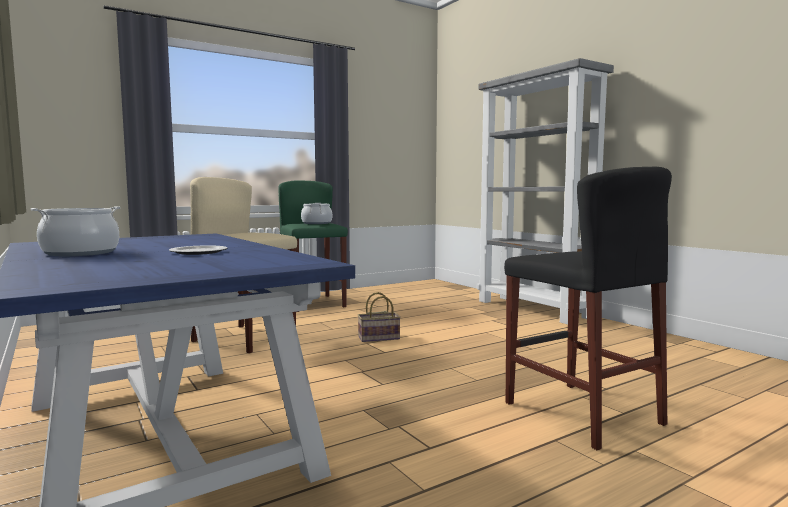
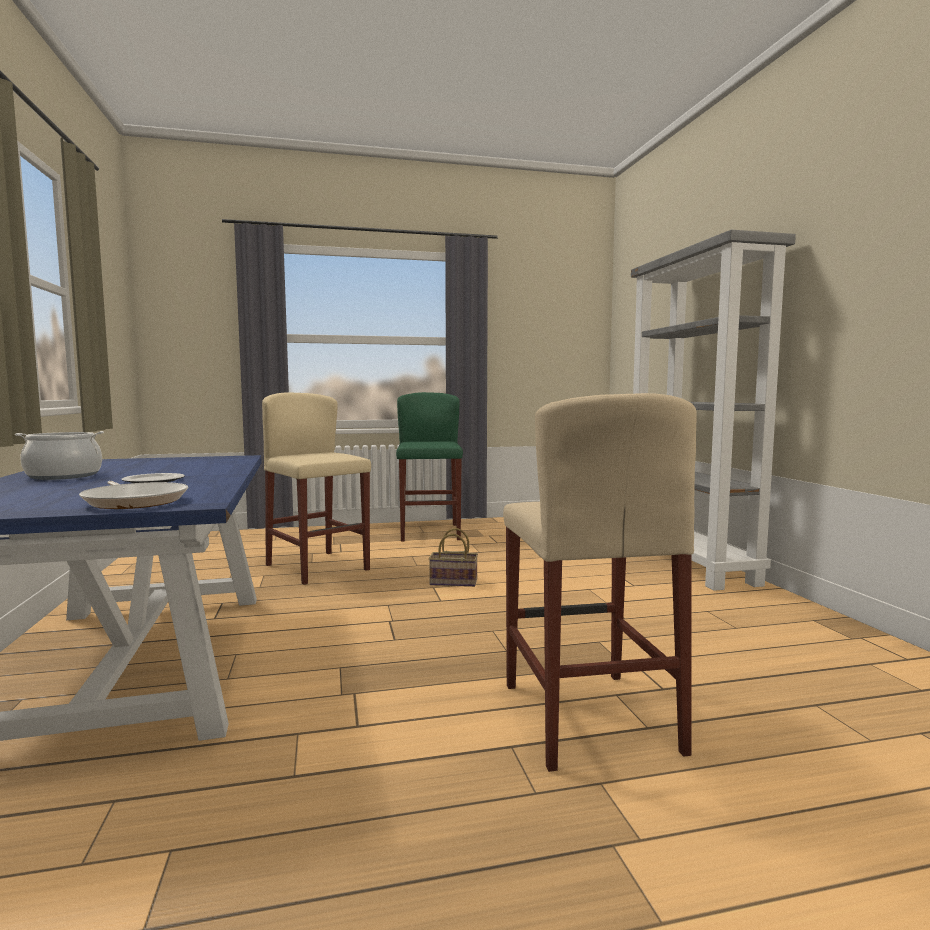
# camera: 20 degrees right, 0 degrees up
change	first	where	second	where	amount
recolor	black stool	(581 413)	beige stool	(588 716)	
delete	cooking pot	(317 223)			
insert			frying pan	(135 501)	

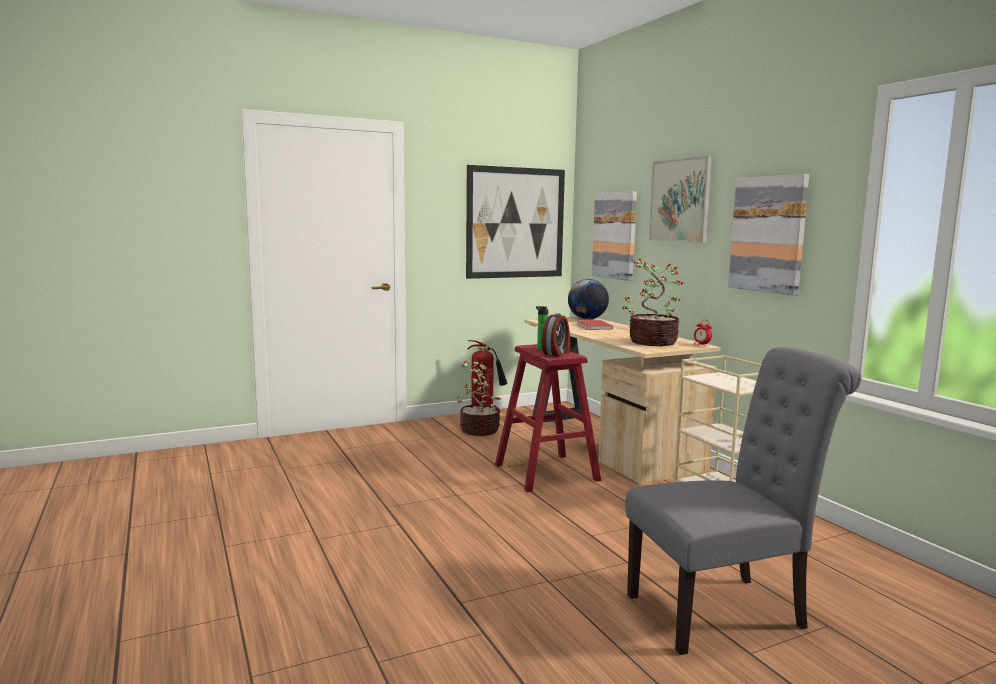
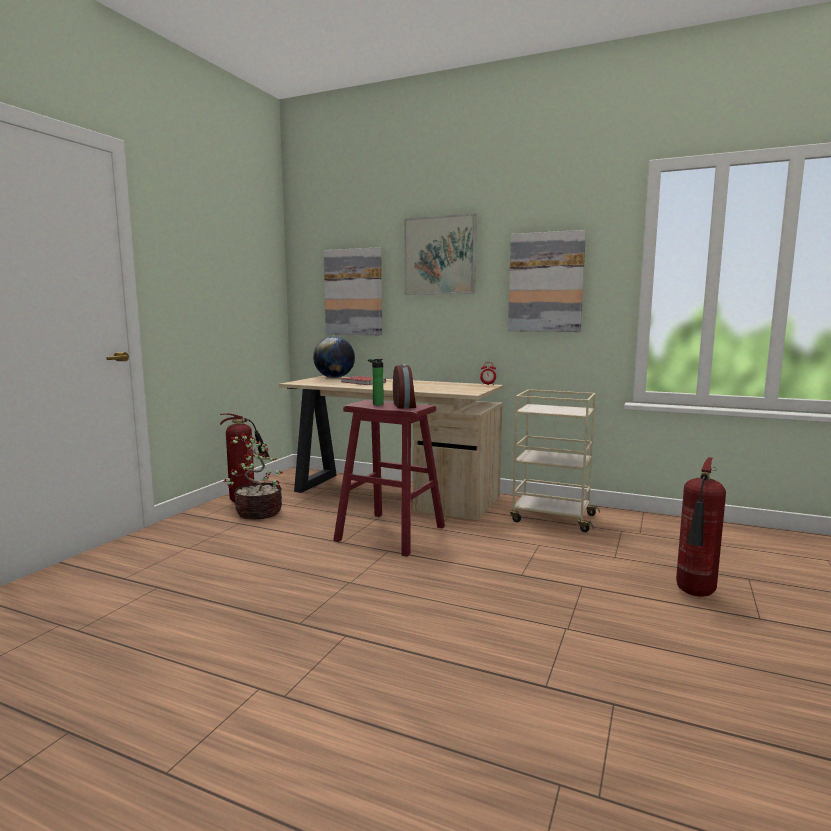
# camera: 40 degrees left, 0 degrees up
change	first	where	second	where	amount
delete	picture	(516 223)			
delete	potted plant	(651 342)			
replace	grey chair	(725 610)	fire extinguisher	(695 594)	

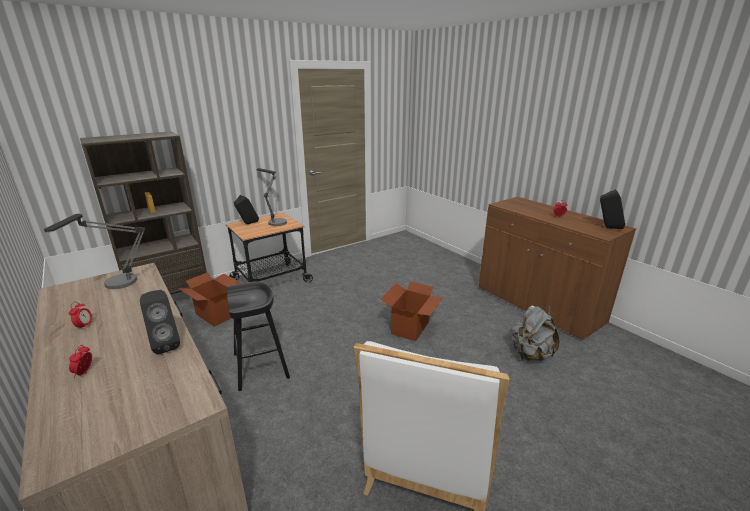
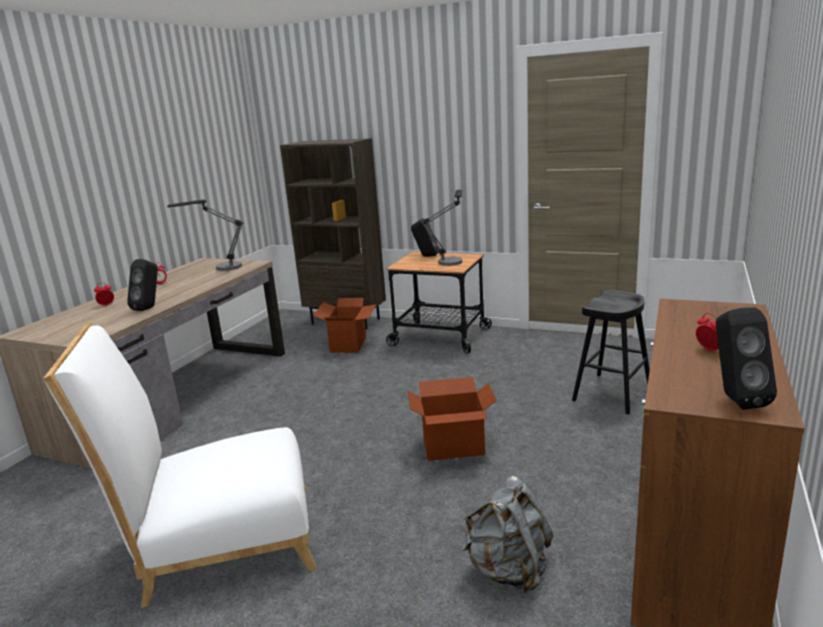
# camera: 60 degrees right, 5 degrees down
change	first	where	second	where	amount
move	black stool	(260 365)		(612 393)	

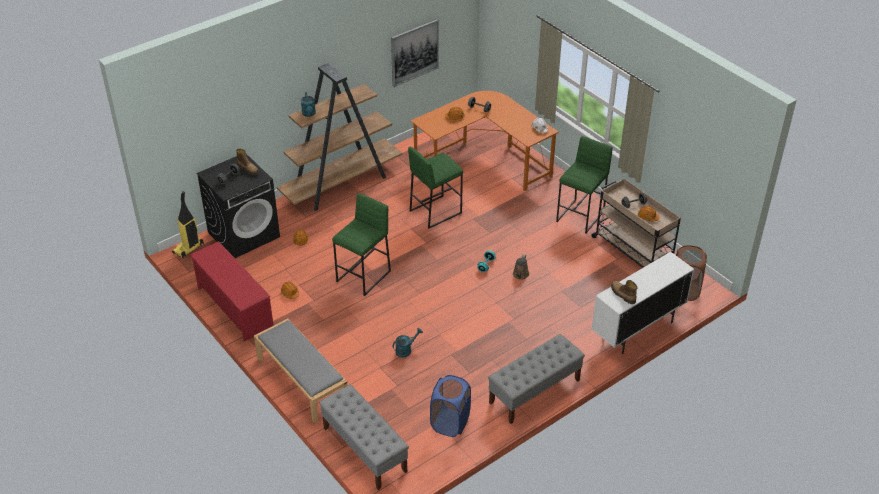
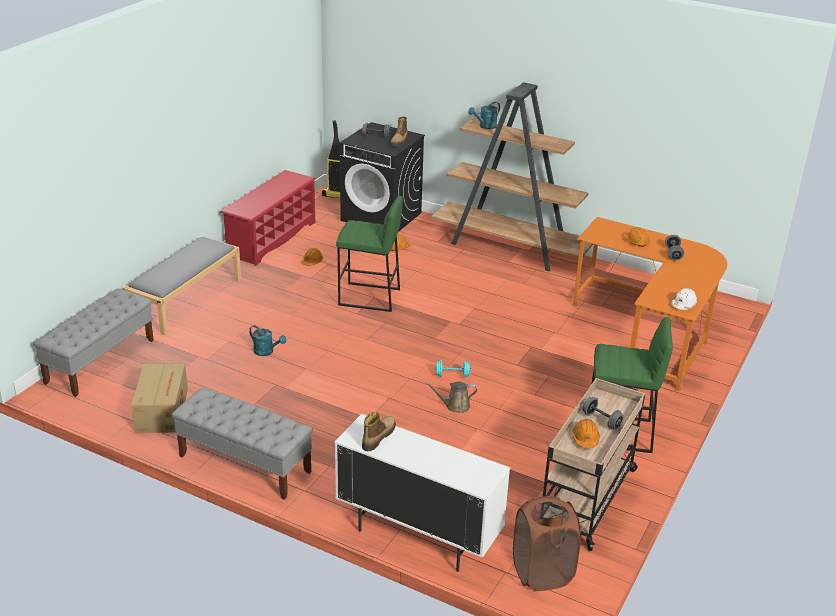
# camera: 65 degrees right, 10 degrees down
change	first	where	second	where	amount
delete	picture	(414 52)			
delete	green stool	(435 211)			
replace	blue laundry basket	(450 423)	cardboard box	(162 409)	

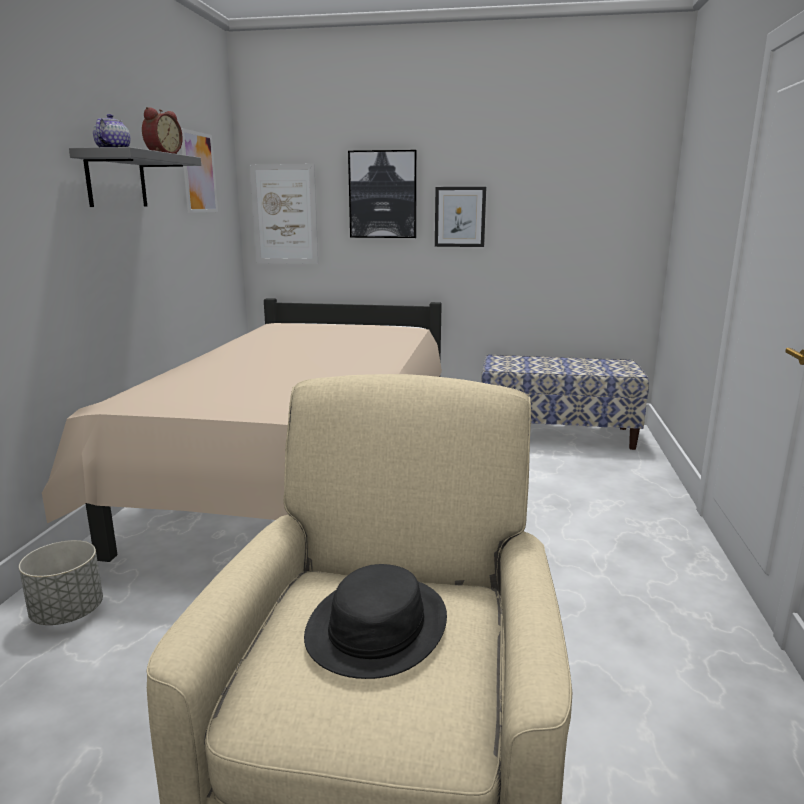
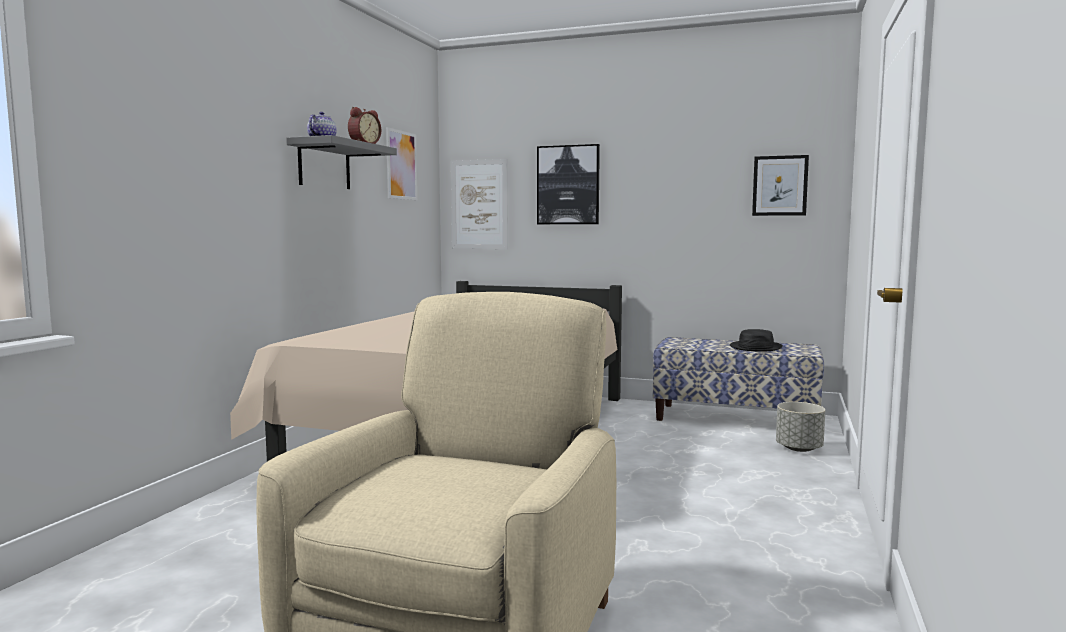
# camera: 10 degrees right, 10 degrees down
change	first	where	second	where	amount
move	picture	(460 217)		(780 185)	
move	grey planter	(68 613)		(799 448)	
move	black hat	(376 626)		(755 347)	

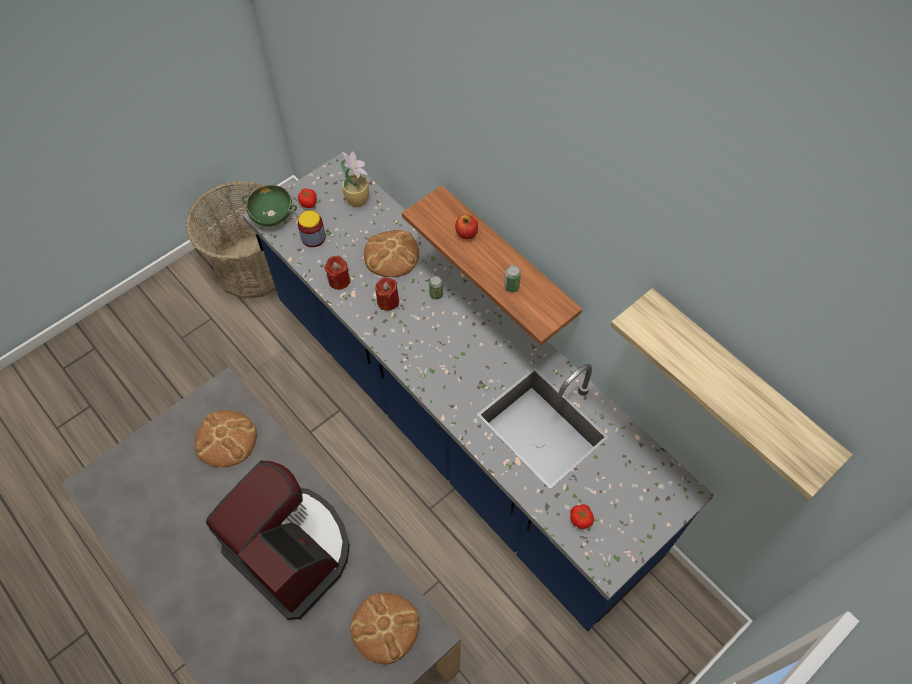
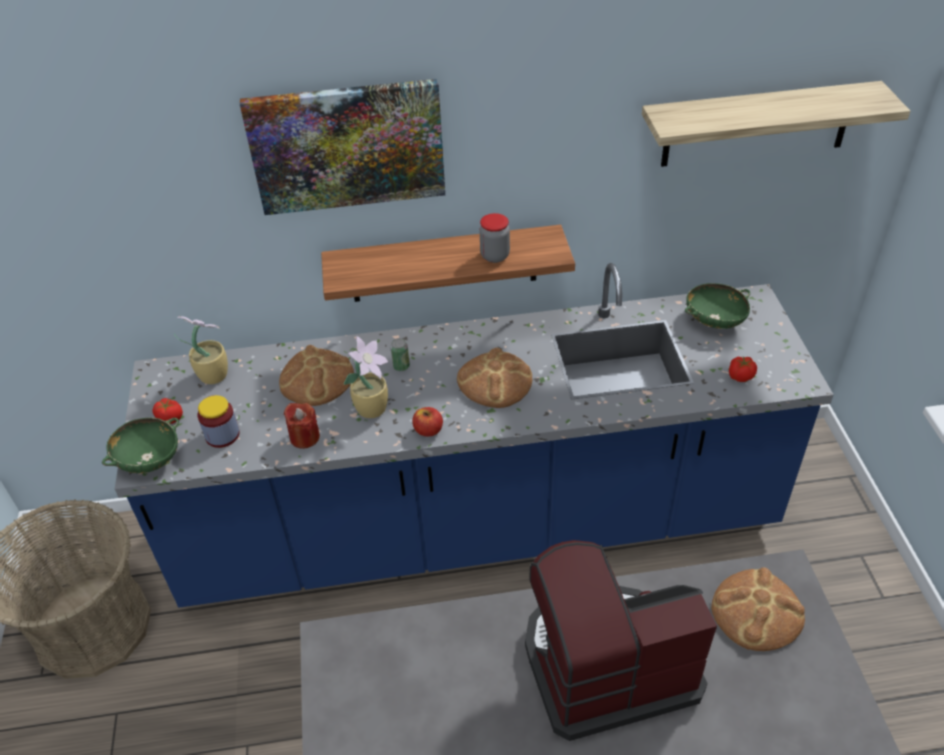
# camera: 55 degrees left, 15 degrees down
change	first	where	second	where	amount
move	apple	(466 233)		(428 430)	
replace	can	(511 287)	jar	(495 256)	
replace	red candle	(388 301)	potted plant	(373 408)	
move	bread	(226 439)		(494 381)	
insert			picture	(347 146)	
insert			green bowl	(714 320)	

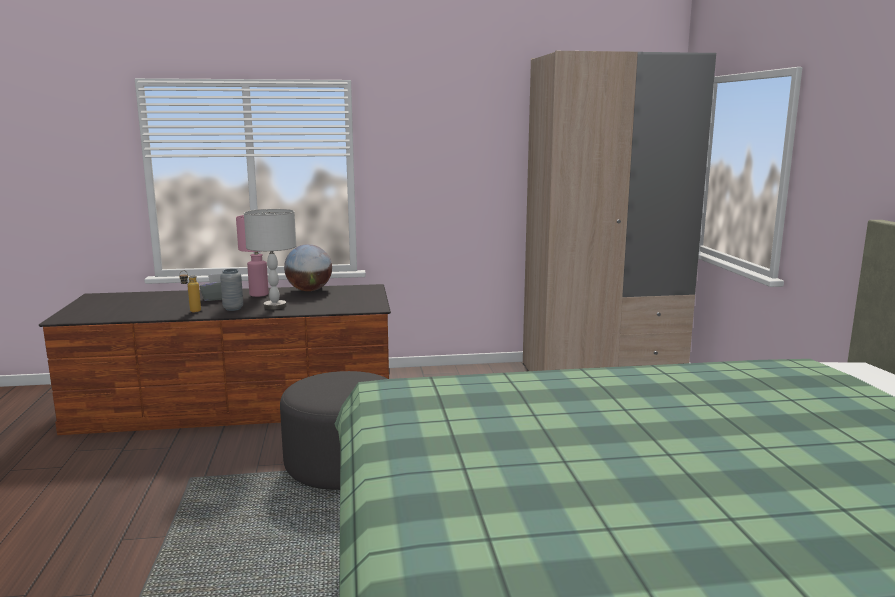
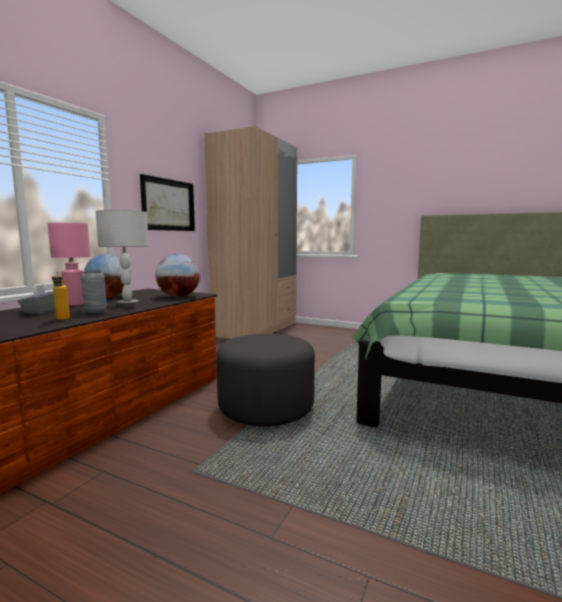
# camera: 55 degrees left, 5 degrees down
change	first	where	second	where	amount
insert			picture	(168 205)	
insert			globe	(179 296)	

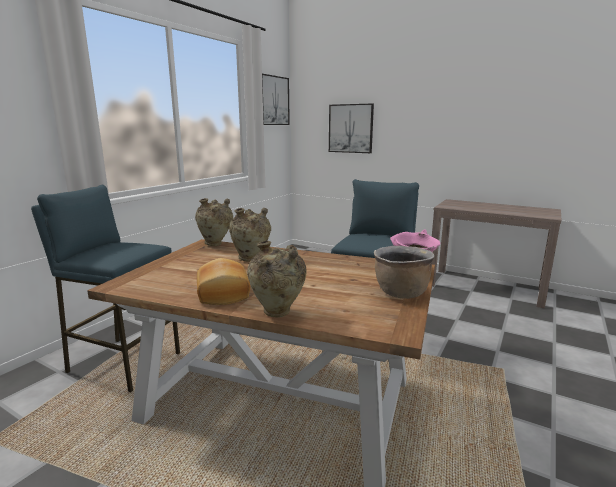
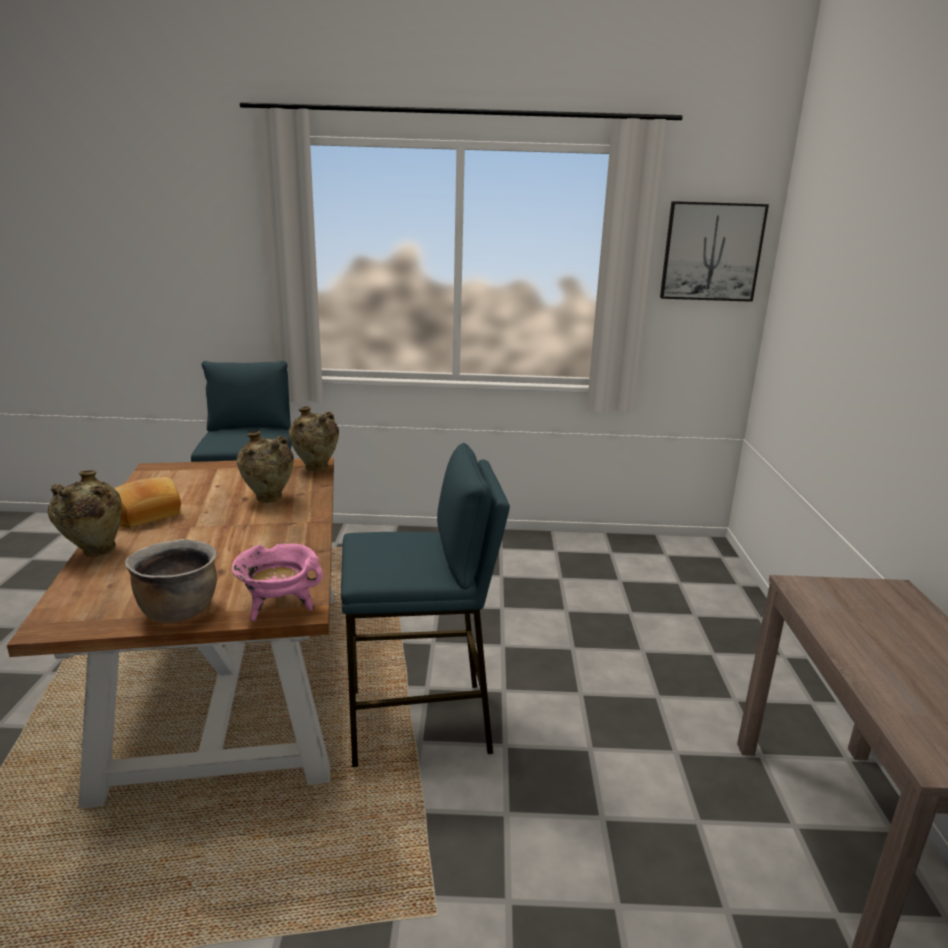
# camera: 60 degrees right, 5 degrees up
change	first	where	second	where	amount
delete	picture	(351 128)			

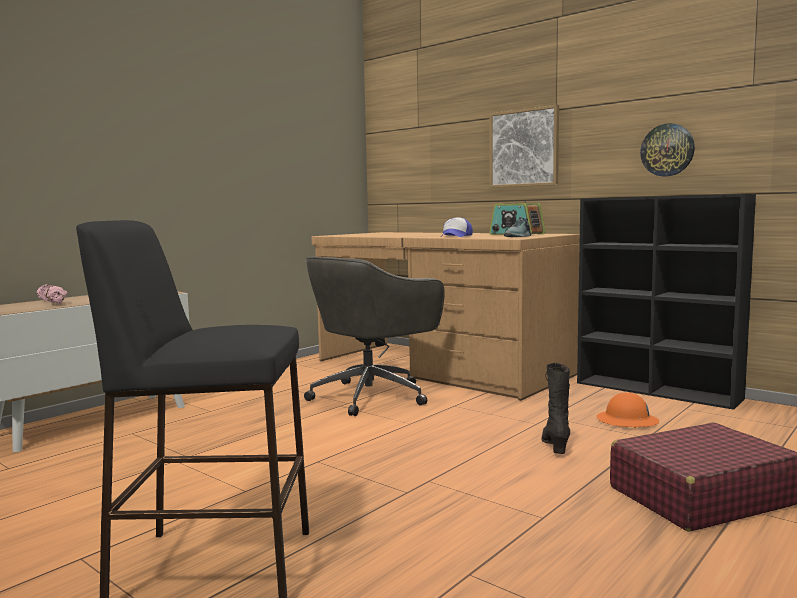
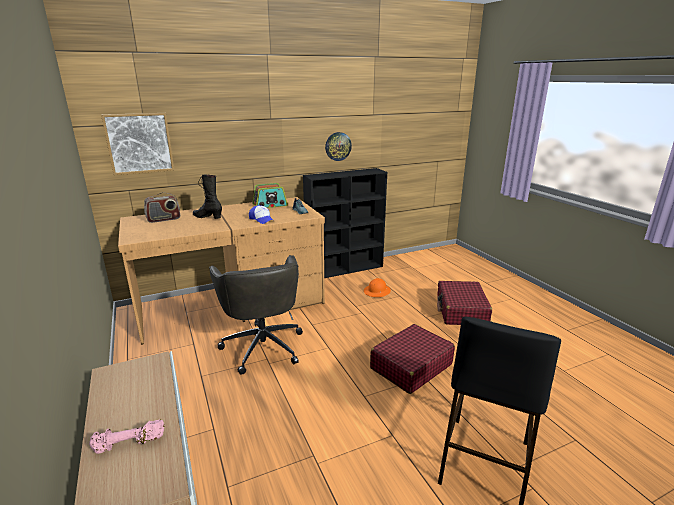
# camera: 65 degrees left, 15 degrees up
change	first	where	second	where	amount
move	picture	(524 148)		(139 143)	
move	black boot	(555 446)		(207 217)	
insert			radio	(163 219)	
insert			red suitcase	(411 366)	

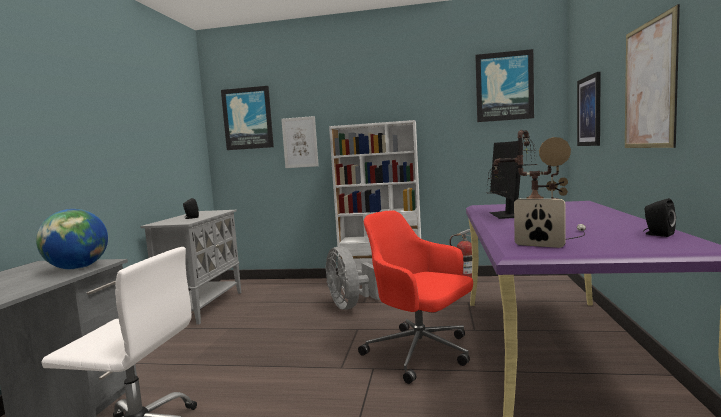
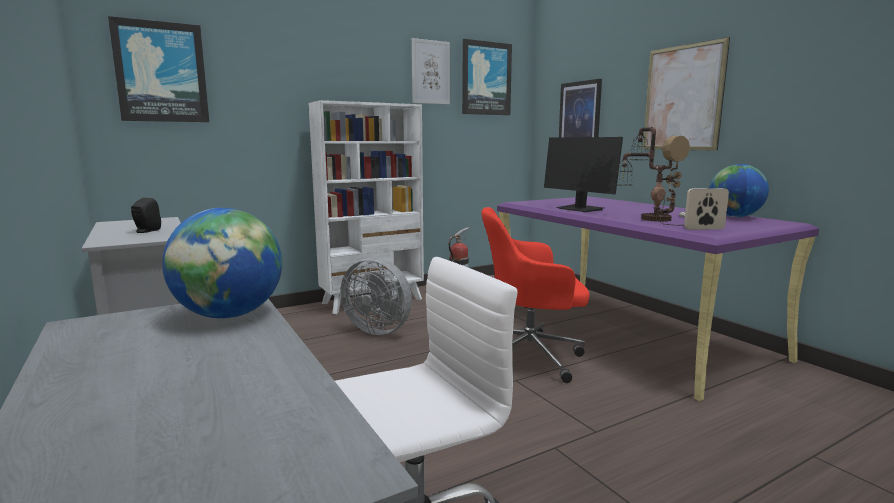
# camera: 40 degrees left, 5 degrees up
change	first	where	second	where	amount
move	picture	(300 142)		(430 72)	
replace	black speaker	(657 234)	globe	(734 217)	

